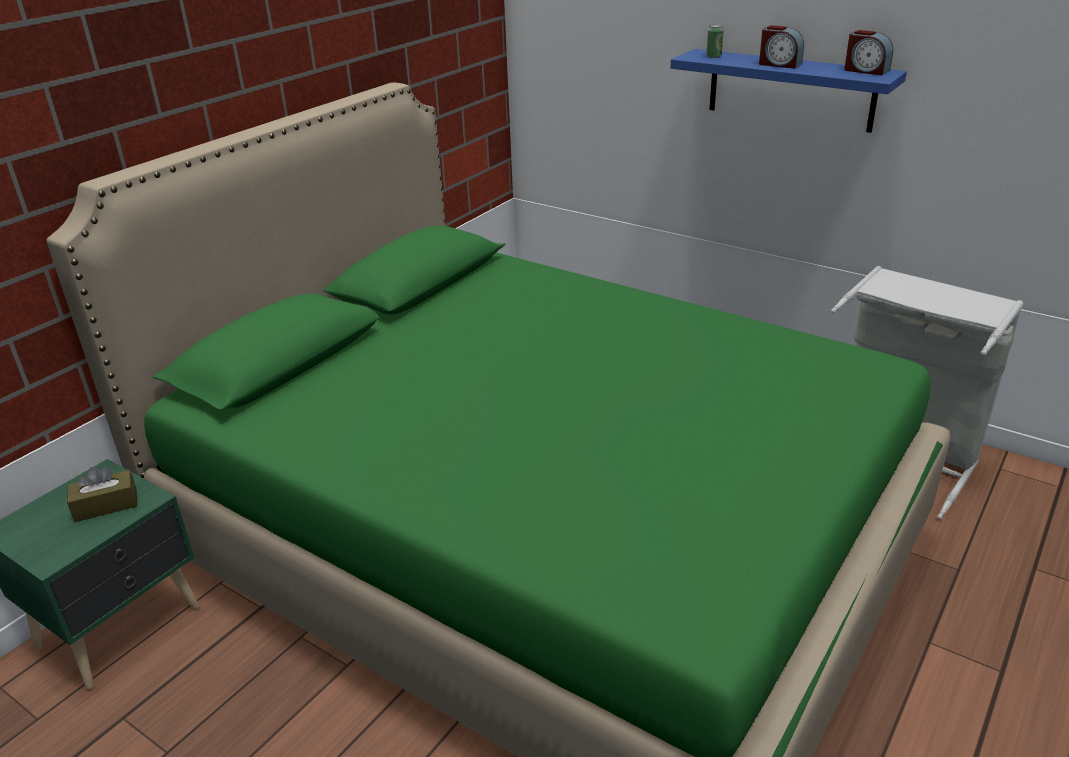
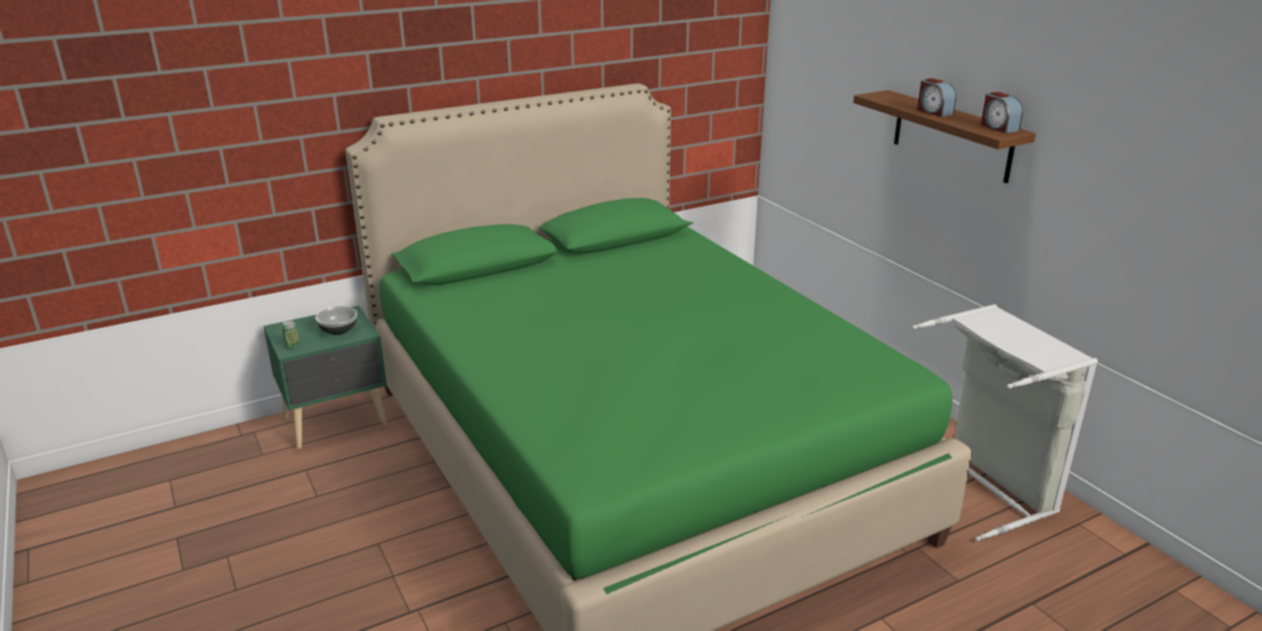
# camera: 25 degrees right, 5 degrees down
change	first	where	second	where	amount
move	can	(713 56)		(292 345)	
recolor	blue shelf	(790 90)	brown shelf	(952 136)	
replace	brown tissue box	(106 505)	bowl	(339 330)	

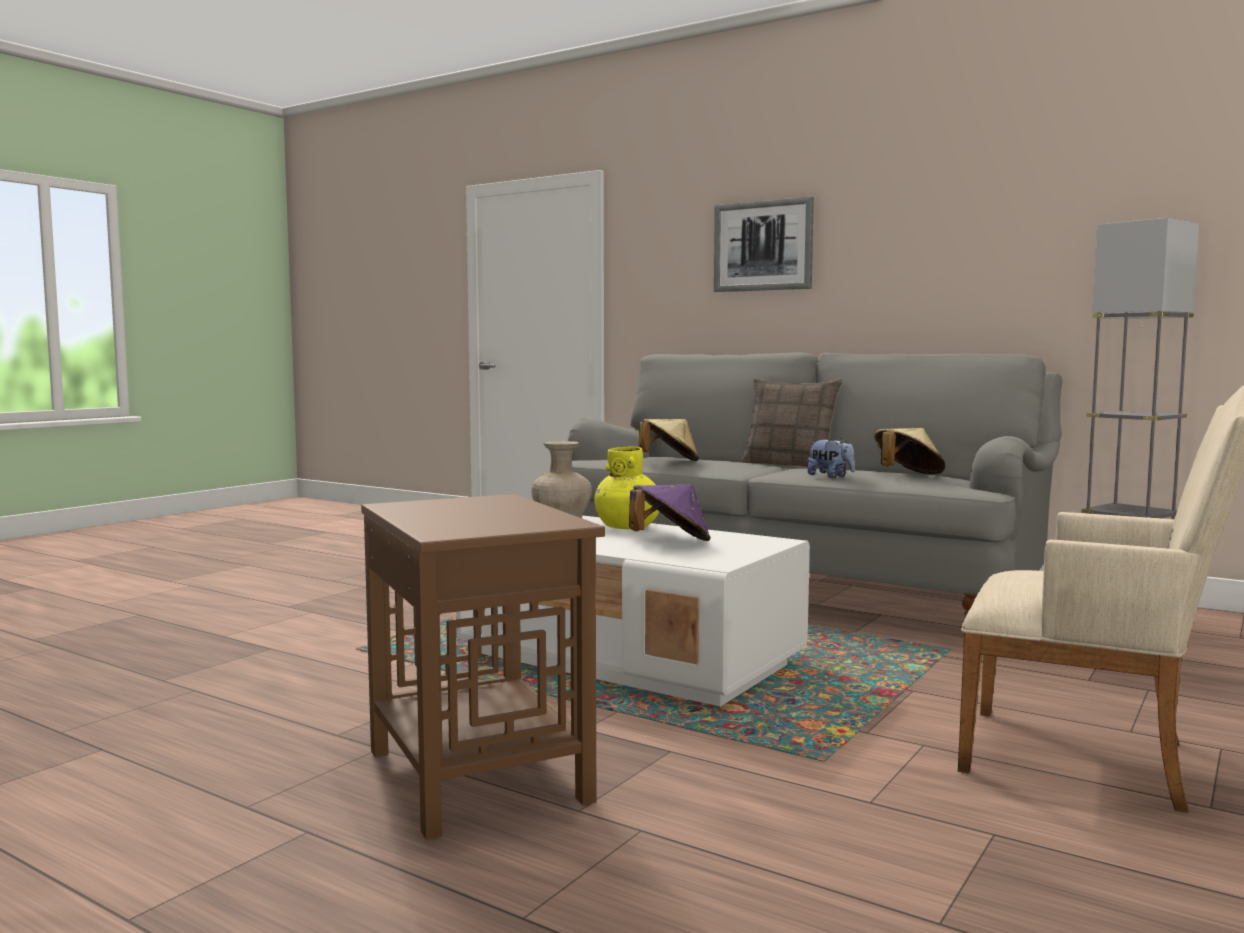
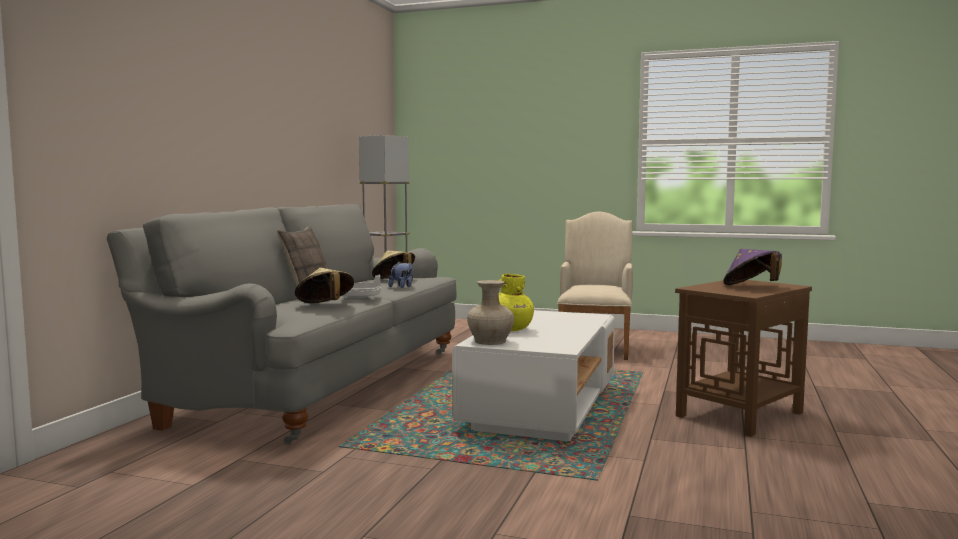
# camera: 105 degrees left, 0 degrees up
change	first	where	second	where	amount
delete	picture	(763 246)			
move	purple hat	(670 542)		(751 287)	
insert			grey tray	(361 297)	

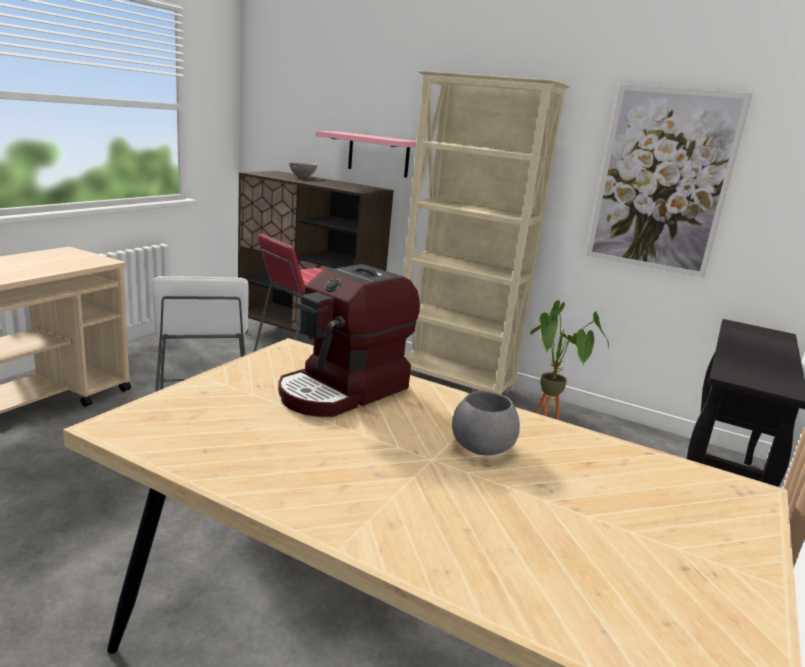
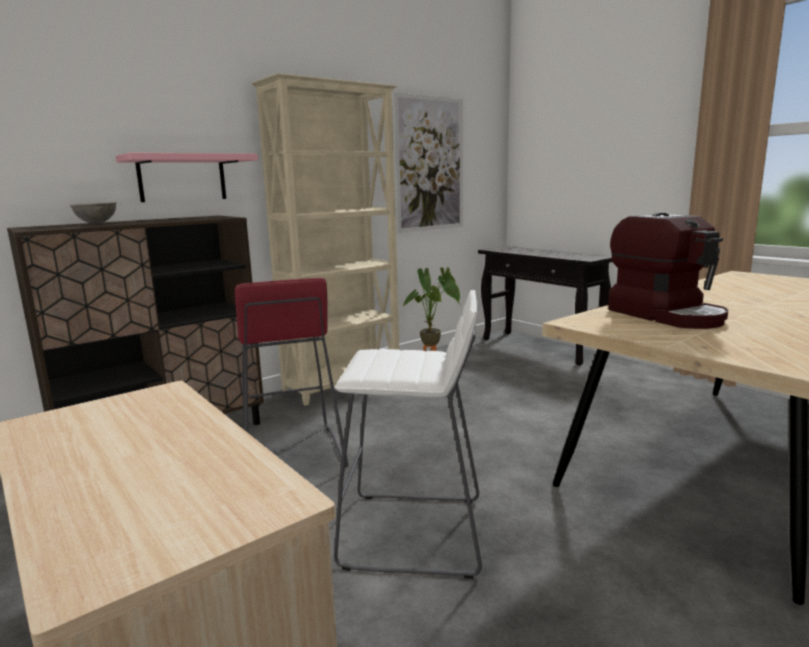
# camera: 65 degrees left, 5 degrees down
change	first	where	second	where	amount
delete	grey bowl	(481 447)			

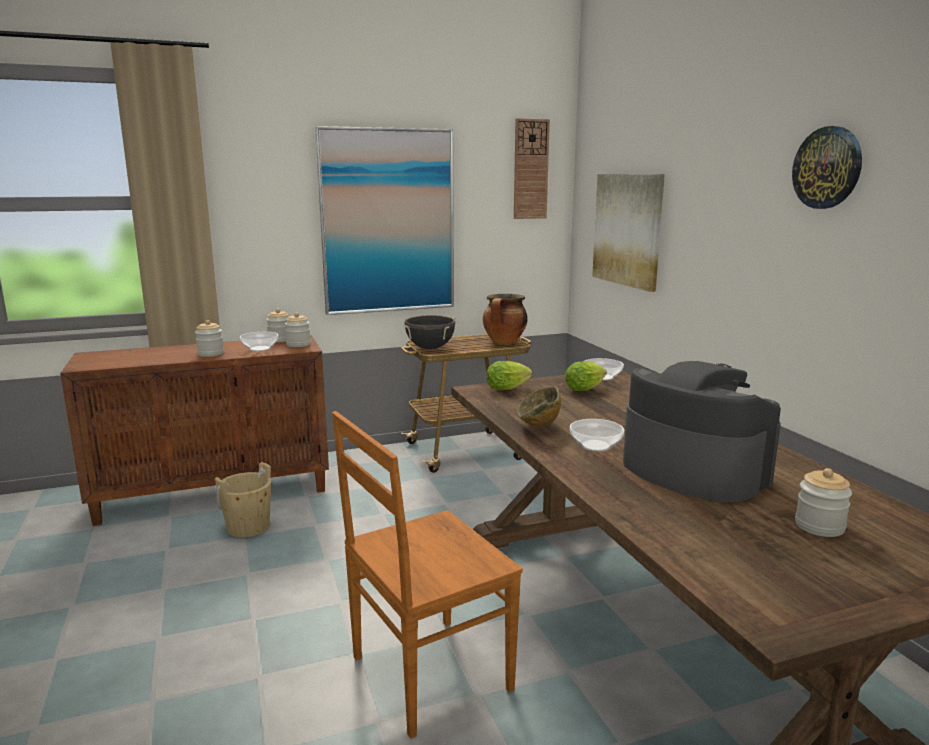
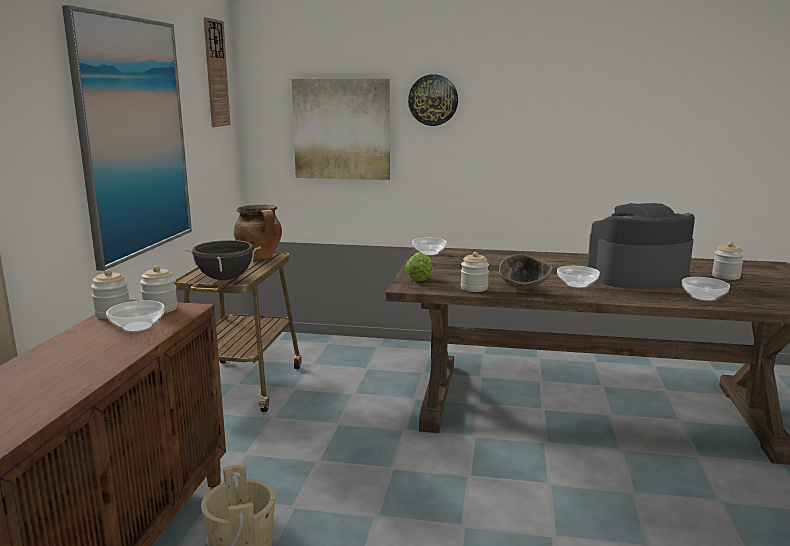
# camera: 60 degrees left, 0 degrees up
change	first	where	second	where	amount
move	wall clock	(827 168)		(433 100)	
move	jar	(210 353)		(474 288)	
delete	lettuce	(586 389)			
delete	brown chair	(426 675)			
insert			bowl	(702 297)	

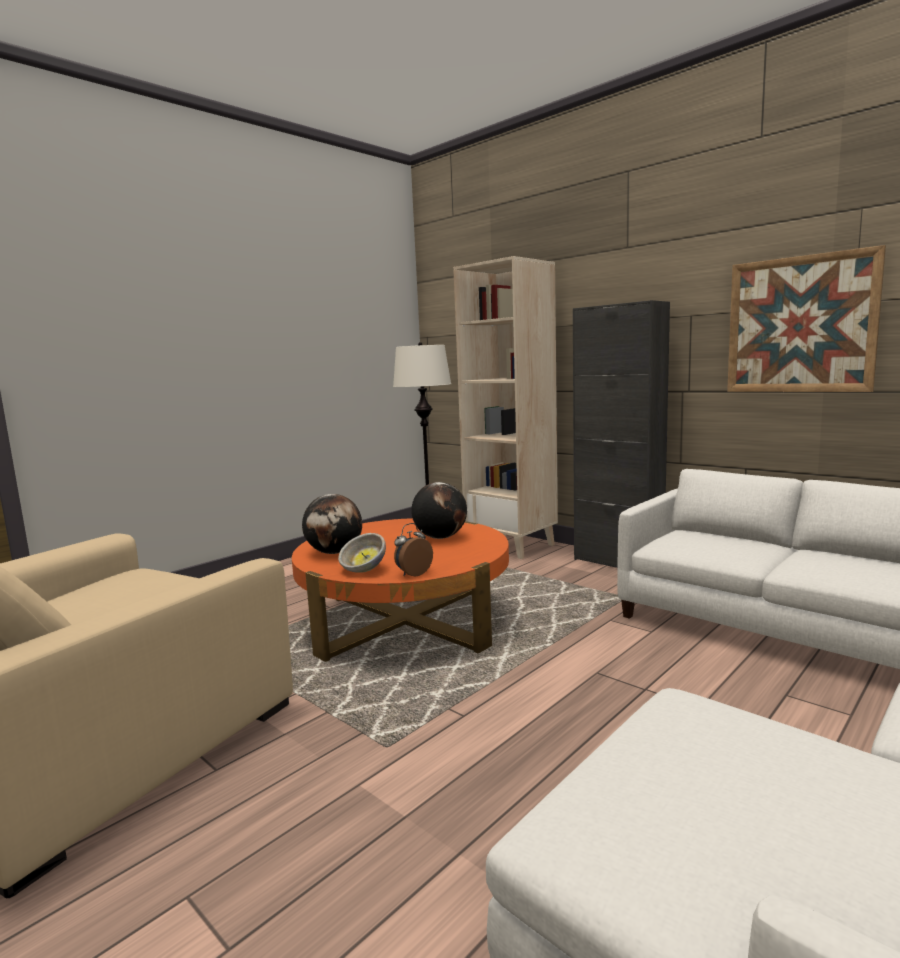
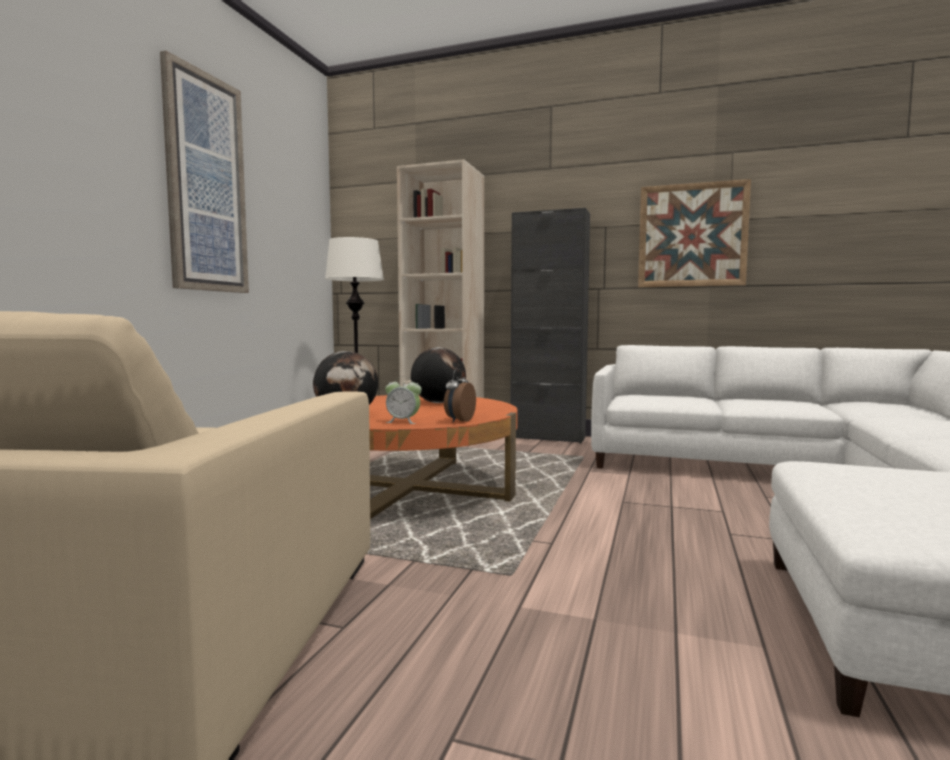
# camera: 25 degrees left, 5 degrees down
change	first	where	second	where	amount
replace	bowl	(364 570)	alarm clock	(403 421)	
insert			picture	(205 184)	

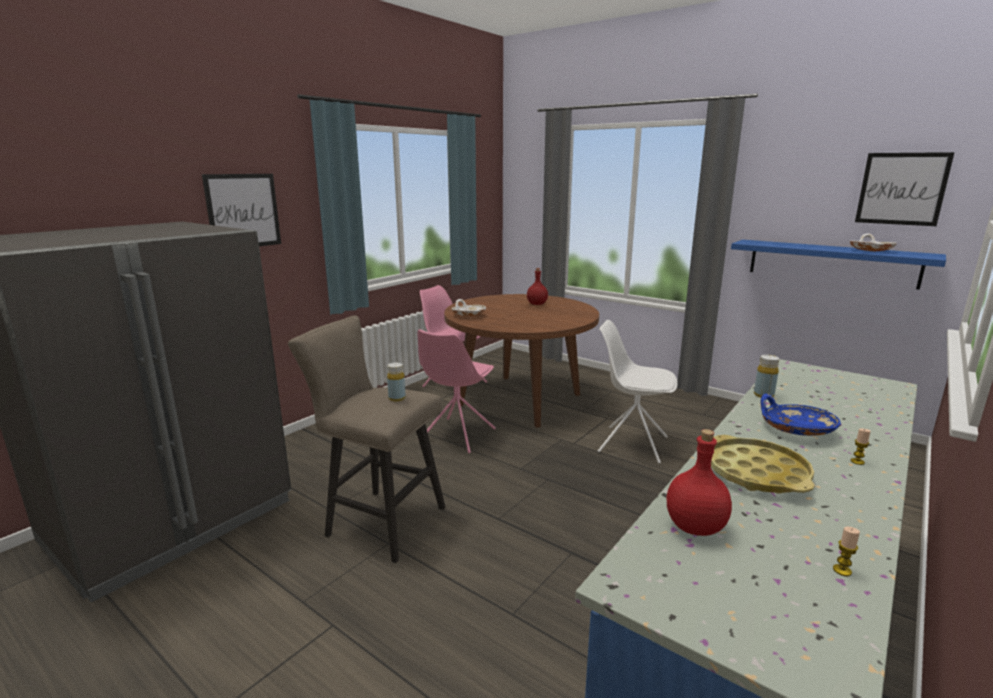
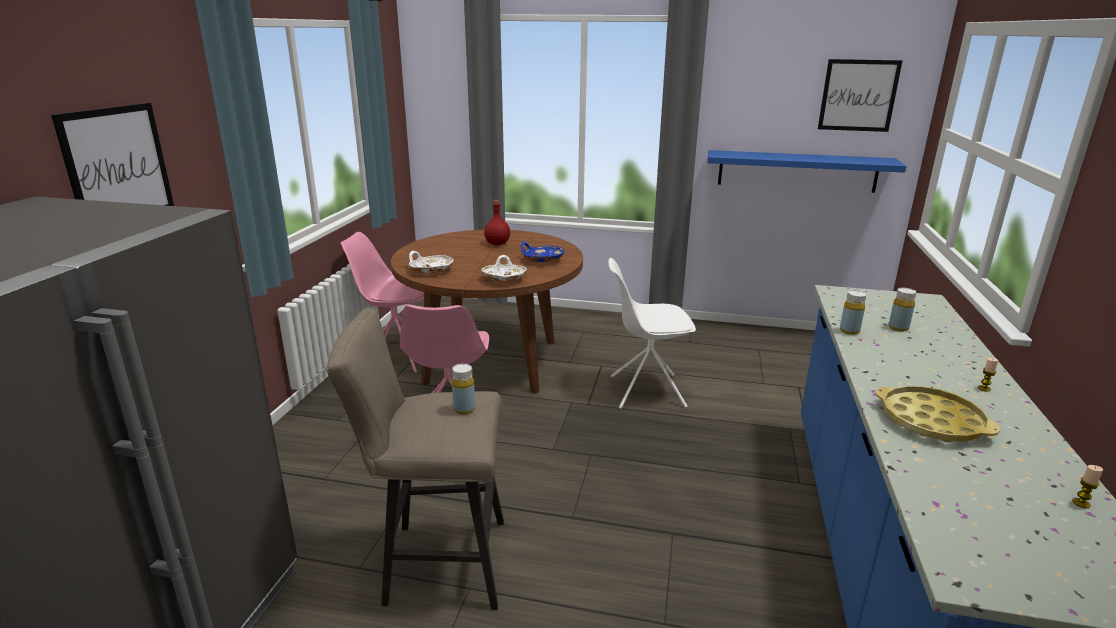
# camera: 25 degrees left, 5 degrees up
change	first	where	second	where	amount
move	white bowl	(870 251)		(504 279)	
move	blue bowl	(795 429)		(542 260)	
delete	red bottle	(694 527)			
insert			yellow bottle	(898 328)	

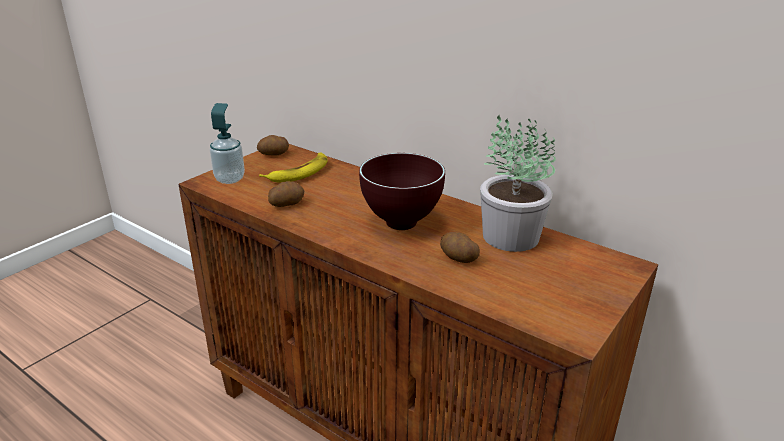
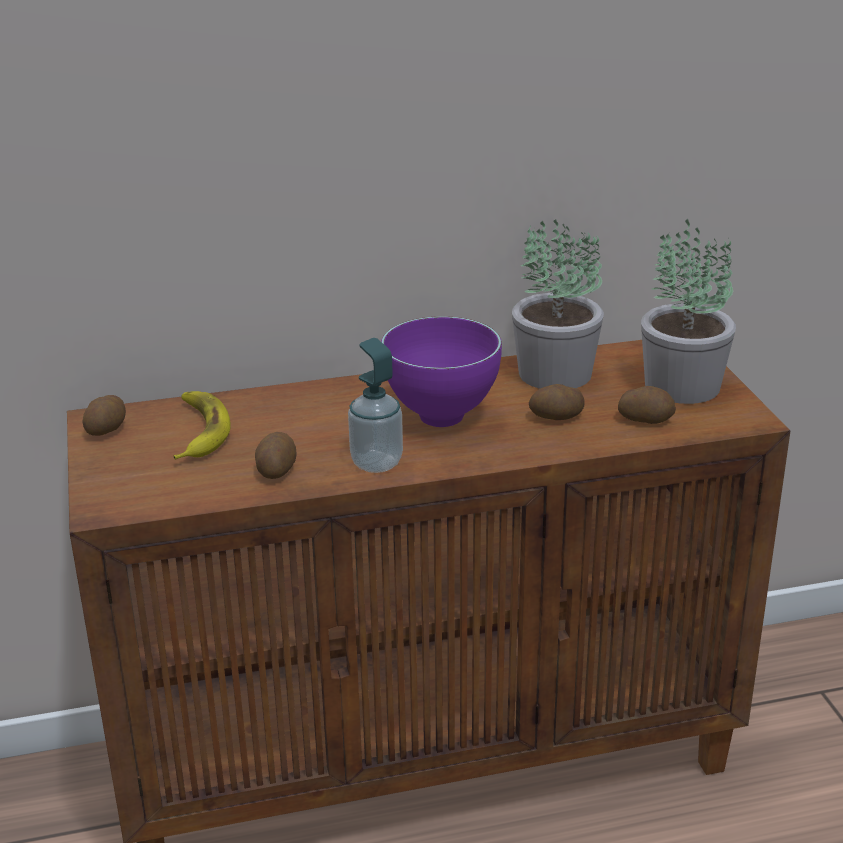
# camera: 50 degrees left, 0 degrees up
change	first	where	second	where	amount
move	soap dispenser	(229 179)		(376 463)	
recolor	brown bowl	(402 223)	purple bowl	(440 417)	
insert			potted plant	(680 385)	
insert			potato	(645 419)	

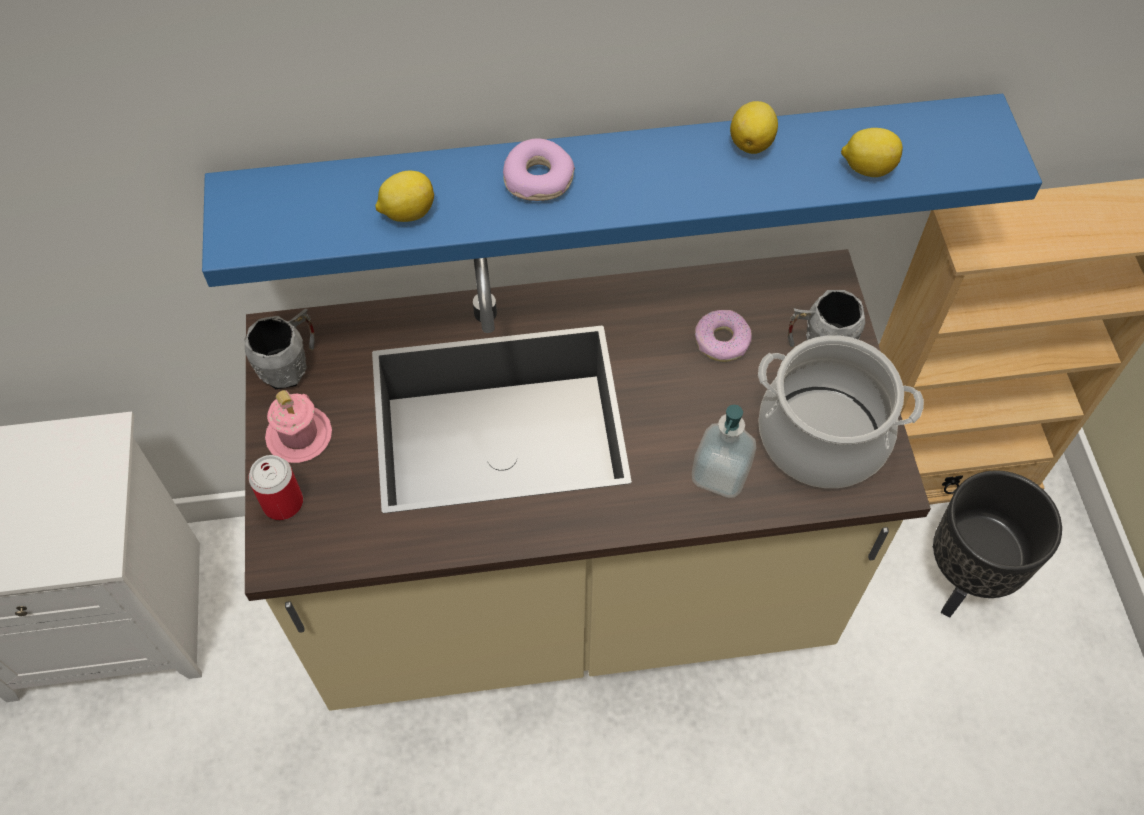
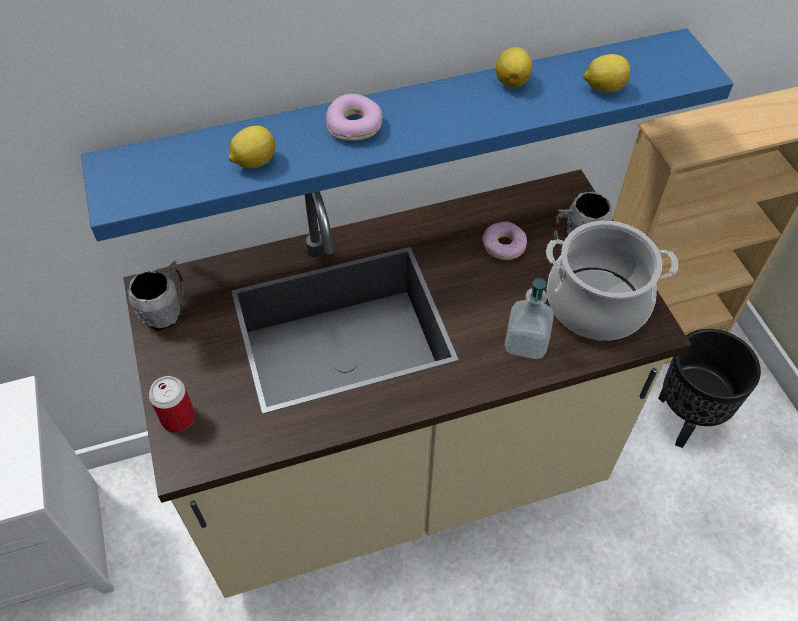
# camera: 10 degrees left, 5 degrees down
change	first	where	second	where	amount
delete	pink mug	(299 436)			

